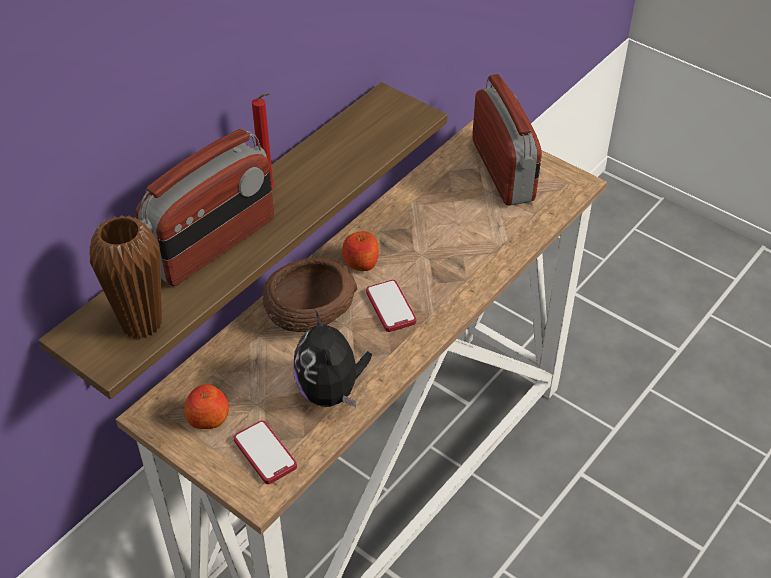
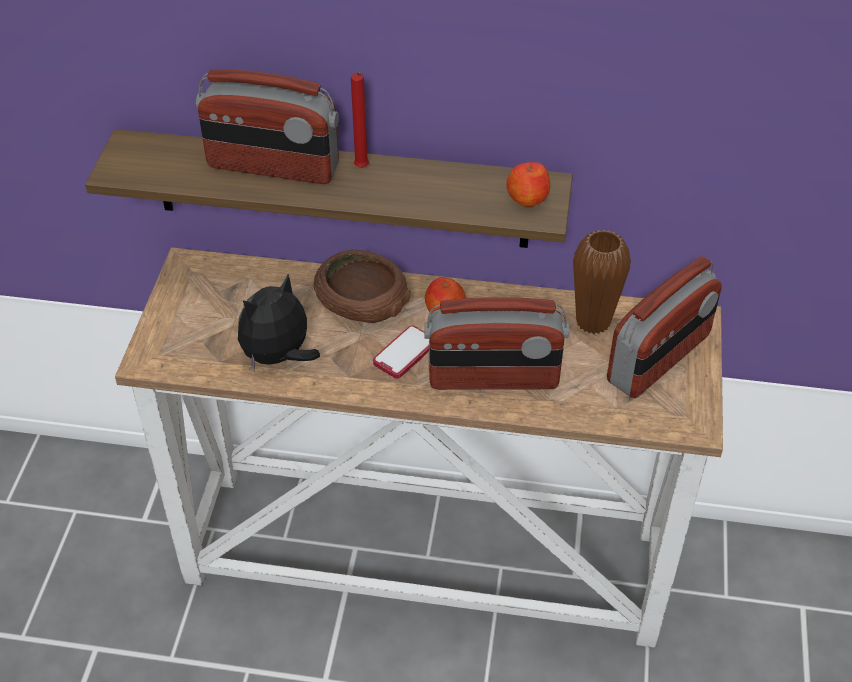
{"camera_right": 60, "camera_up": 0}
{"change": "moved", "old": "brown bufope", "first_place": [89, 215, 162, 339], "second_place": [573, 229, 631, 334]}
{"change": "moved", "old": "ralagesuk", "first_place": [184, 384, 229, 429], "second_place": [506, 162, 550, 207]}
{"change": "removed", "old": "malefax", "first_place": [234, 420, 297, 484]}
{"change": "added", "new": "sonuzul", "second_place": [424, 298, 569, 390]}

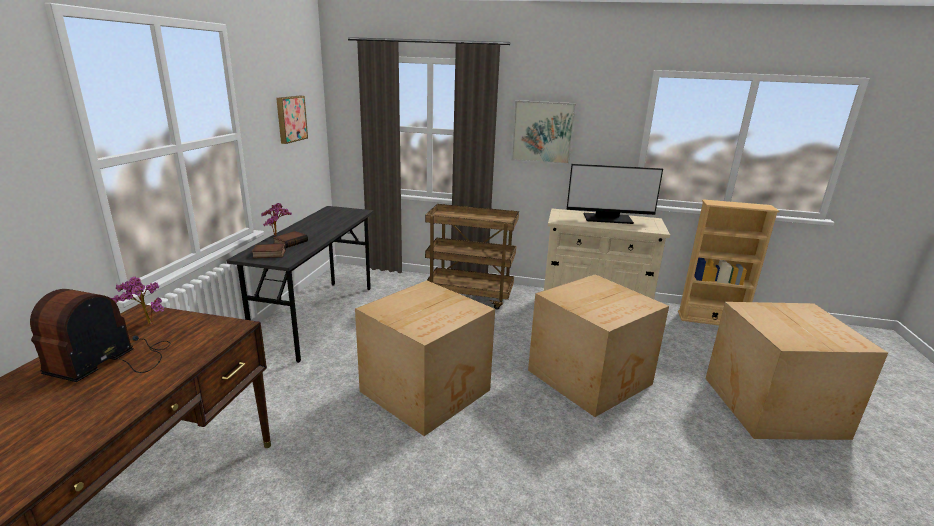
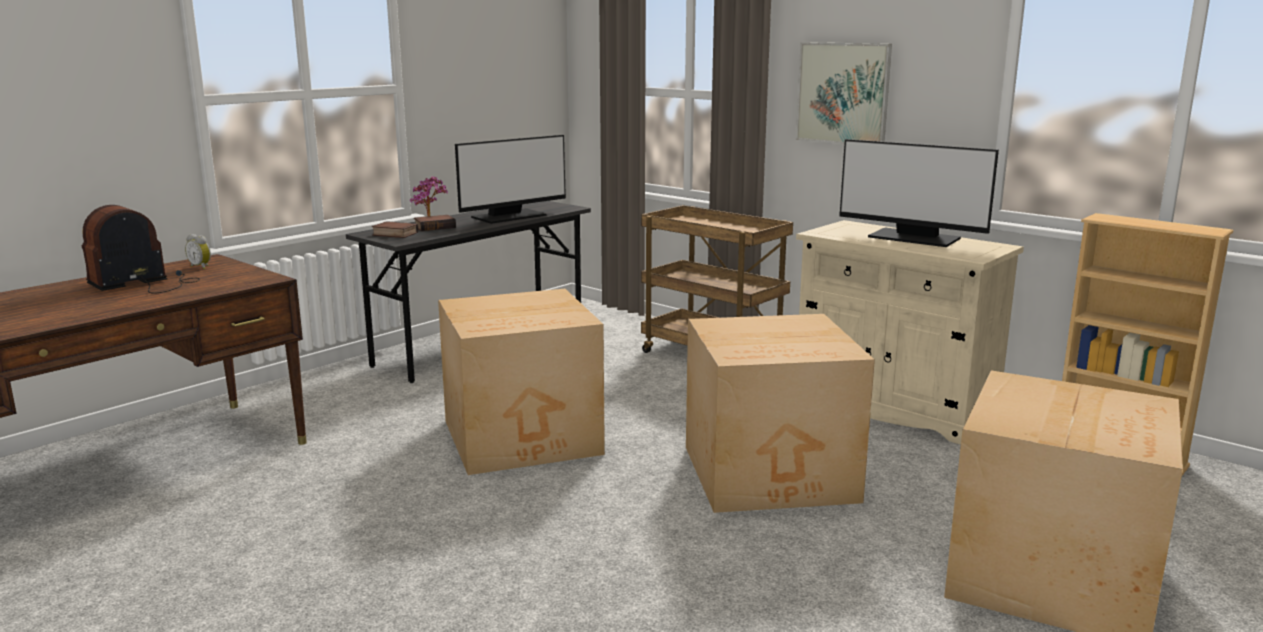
{"camera_right": 30, "camera_up": -5}
{"change": "replaced", "old": "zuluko", "new": "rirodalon", "first_place": [111, 277, 164, 324], "second_place": [185, 234, 211, 269]}
{"change": "removed", "old": "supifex", "first_place": [276, 96, 308, 144]}
{"change": "added", "new": "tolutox", "second_place": [455, 135, 566, 224]}

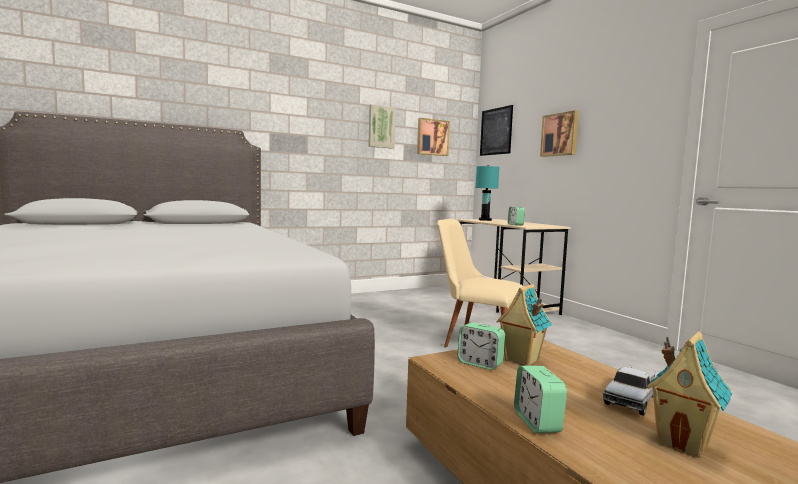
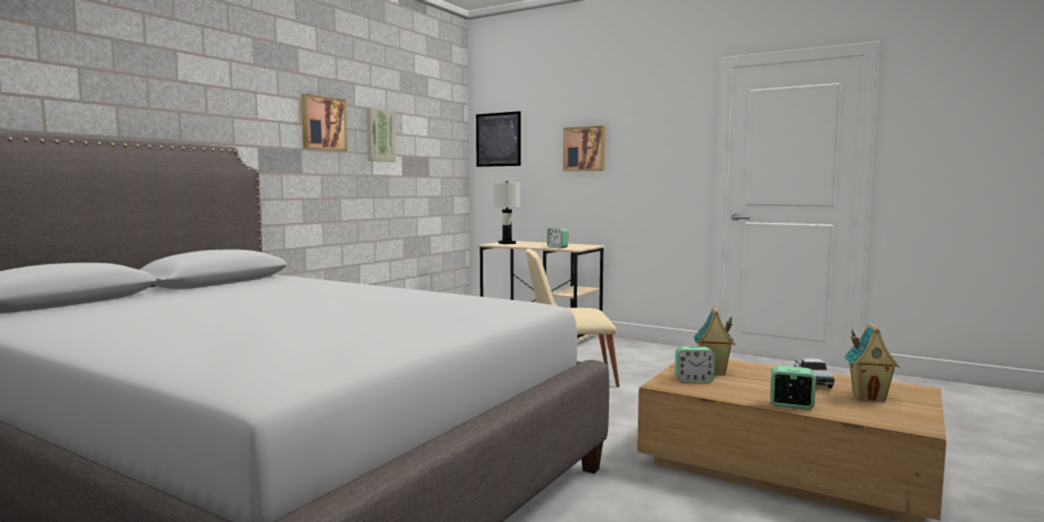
{"camera_right": -30, "camera_up": 0}
{"change": "moved", "old": "supifex", "first_place": [417, 118, 450, 156], "second_place": [301, 94, 348, 151]}
{"change": "recoloured", "old": "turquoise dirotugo", "new": "white dirotugo", "first_place": [475, 165, 499, 221], "second_place": [494, 181, 520, 244]}
{"change": "turned", "old": "rirodalon", "first_place": [514, 365, 567, 433], "second_place": [770, 366, 816, 410], "degrees": 150}

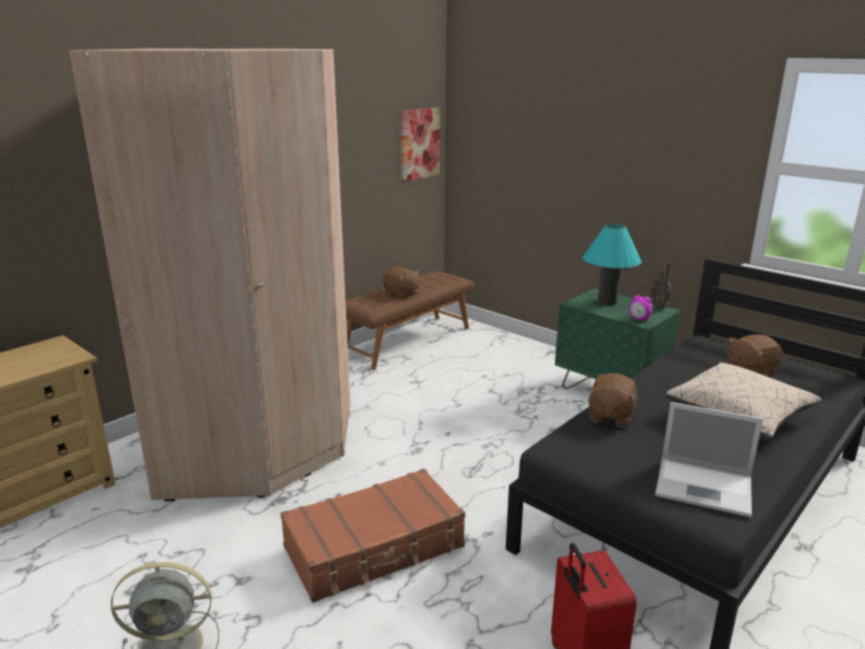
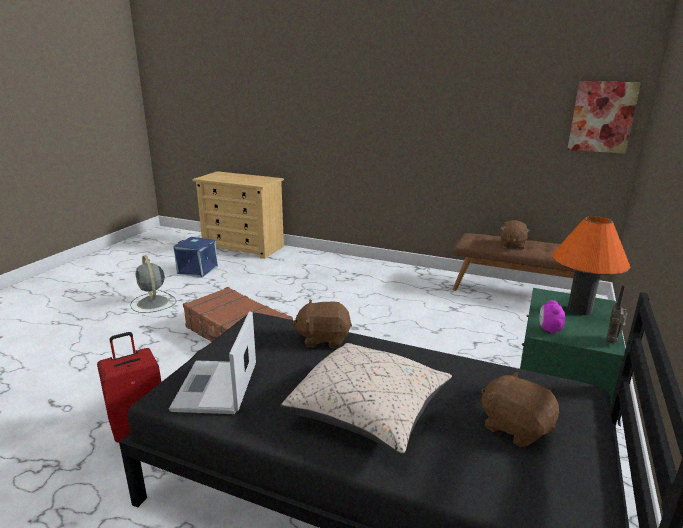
{"camera_right": 70, "camera_up": 0}
{"change": "removed", "old": "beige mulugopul", "first_place": [70, 49, 350, 501]}
{"change": "recoloured", "old": "turquoise dirotugo", "new": "orange dirotugo", "first_place": [583, 224, 642, 305], "second_place": [552, 216, 630, 315]}
{"change": "added", "new": "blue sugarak", "second_place": [173, 237, 218, 278]}

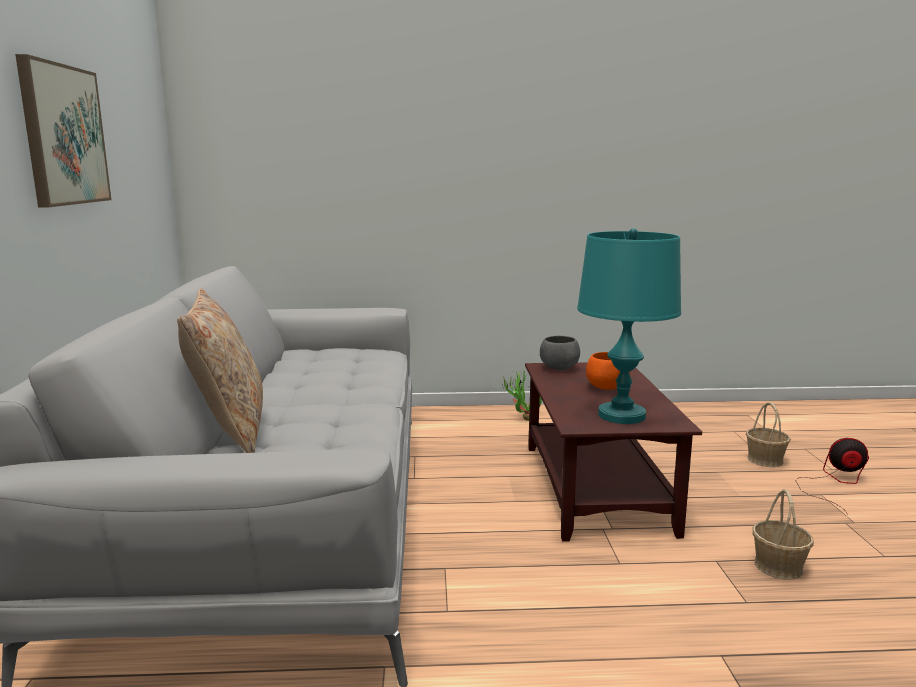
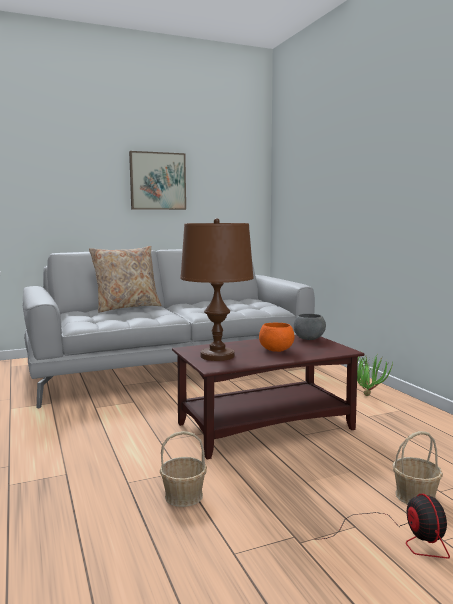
{"camera_right": 70, "camera_up": -5}
{"change": "recoloured", "old": "turquoise dirotugo", "new": "brown dirotugo", "first_place": [577, 228, 681, 424], "second_place": [180, 218, 254, 361]}

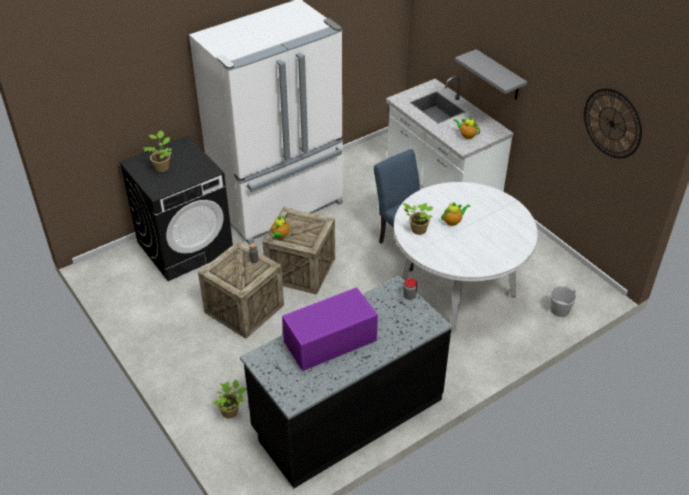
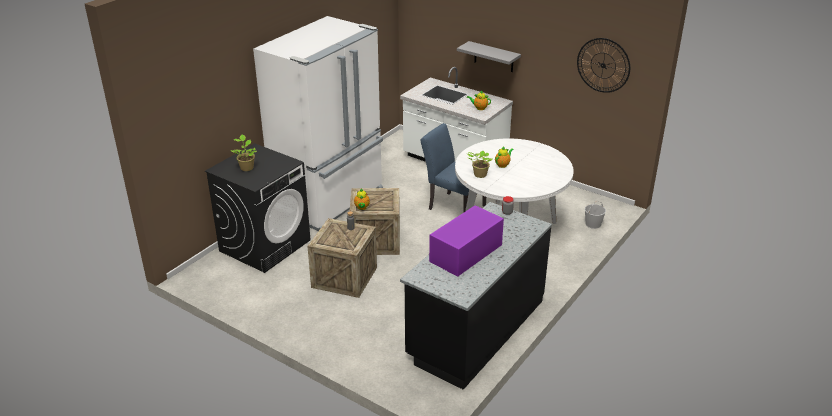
{"camera_right": -20, "camera_up": -10}
{"change": "removed", "old": "zuluko", "first_place": [212, 380, 246, 419]}

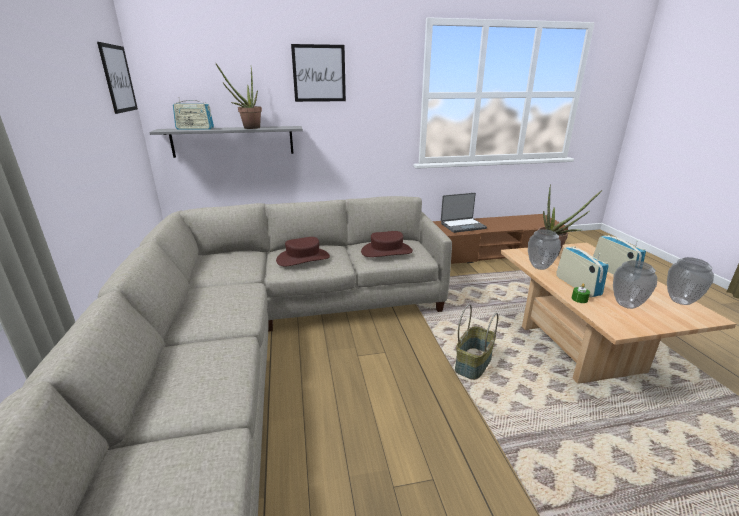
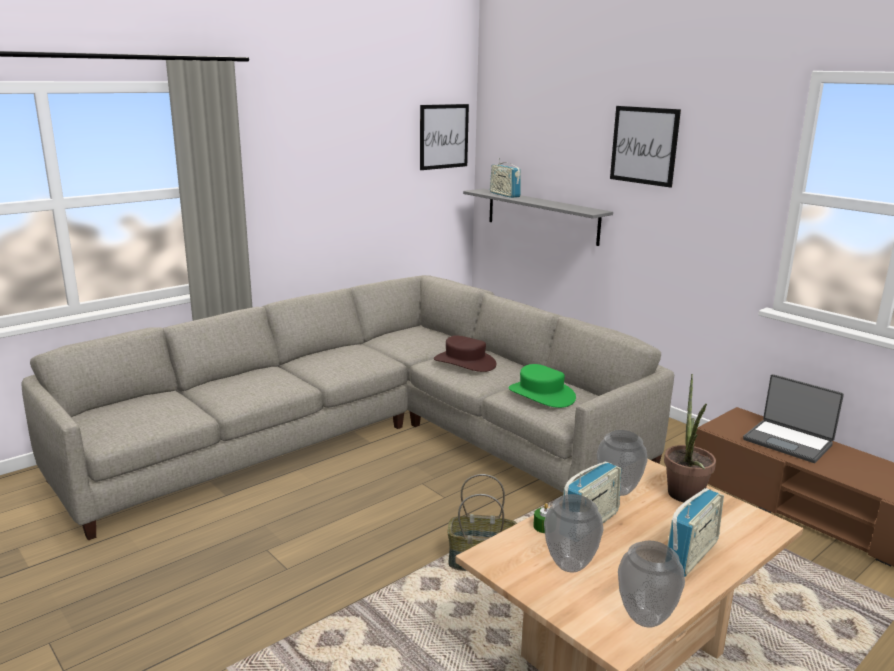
{"camera_right": 60, "camera_up": -5}
{"change": "removed", "old": "zuluko", "first_place": [215, 62, 262, 129]}
{"change": "recoloured", "old": "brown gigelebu", "new": "green gigelebu", "first_place": [361, 231, 413, 257], "second_place": [508, 364, 576, 408]}

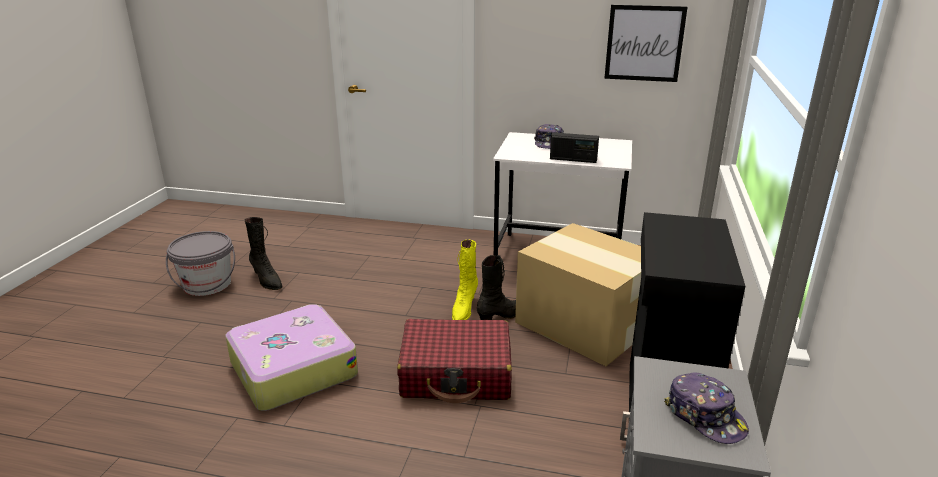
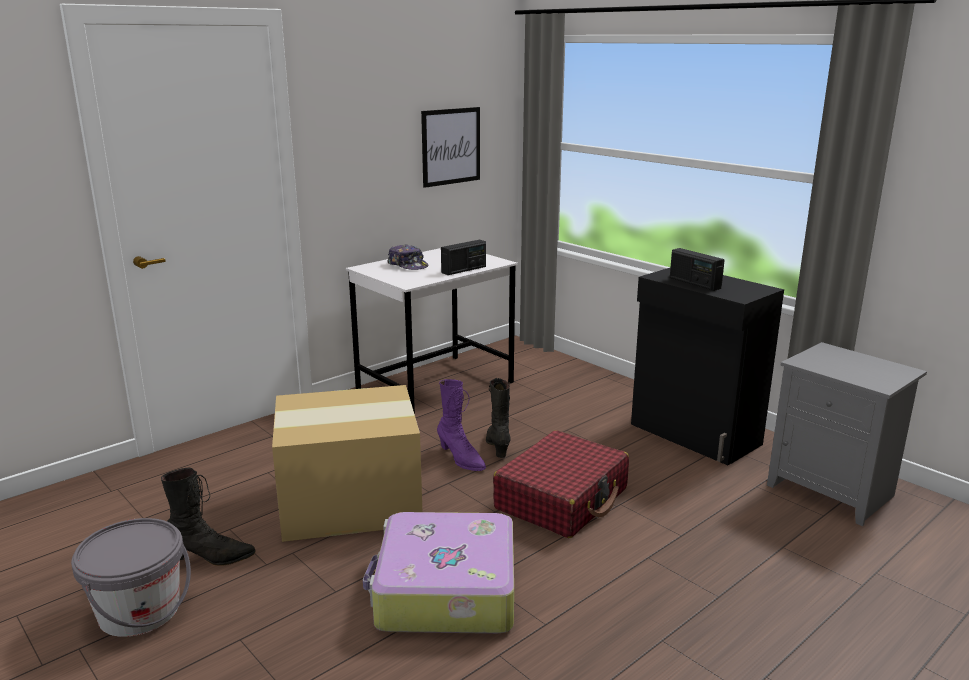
{"camera_right": -55, "camera_up": -5}
{"change": "recoloured", "old": "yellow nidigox", "new": "purple nidigox", "first_place": [452, 240, 478, 320], "second_place": [437, 379, 486, 471]}
{"change": "moved", "old": "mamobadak", "first_place": [515, 223, 641, 366], "second_place": [272, 385, 422, 542]}
{"change": "removed", "old": "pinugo", "first_place": [664, 372, 749, 444]}
{"change": "added", "new": "sonuzul", "second_place": [670, 248, 725, 291]}

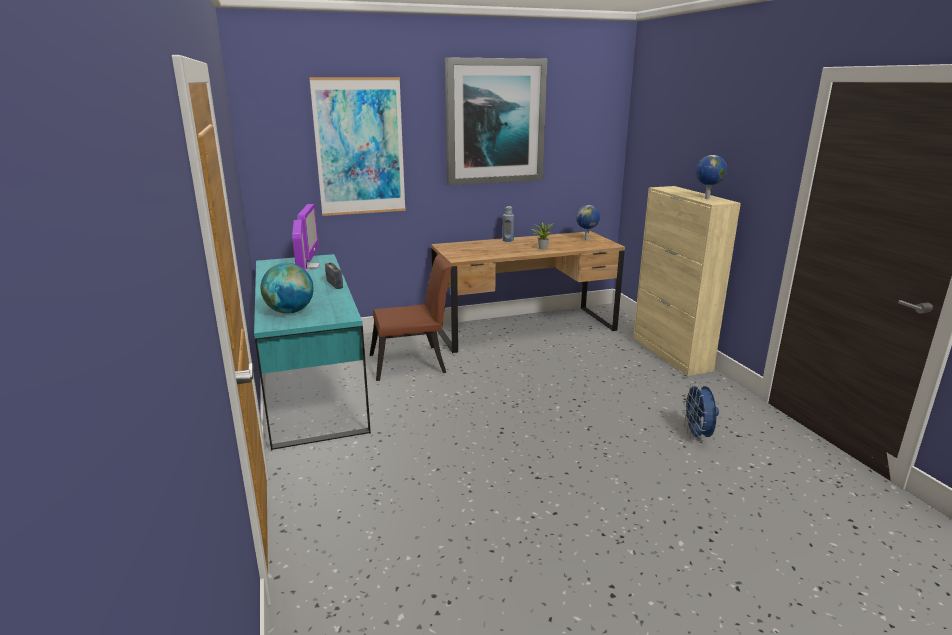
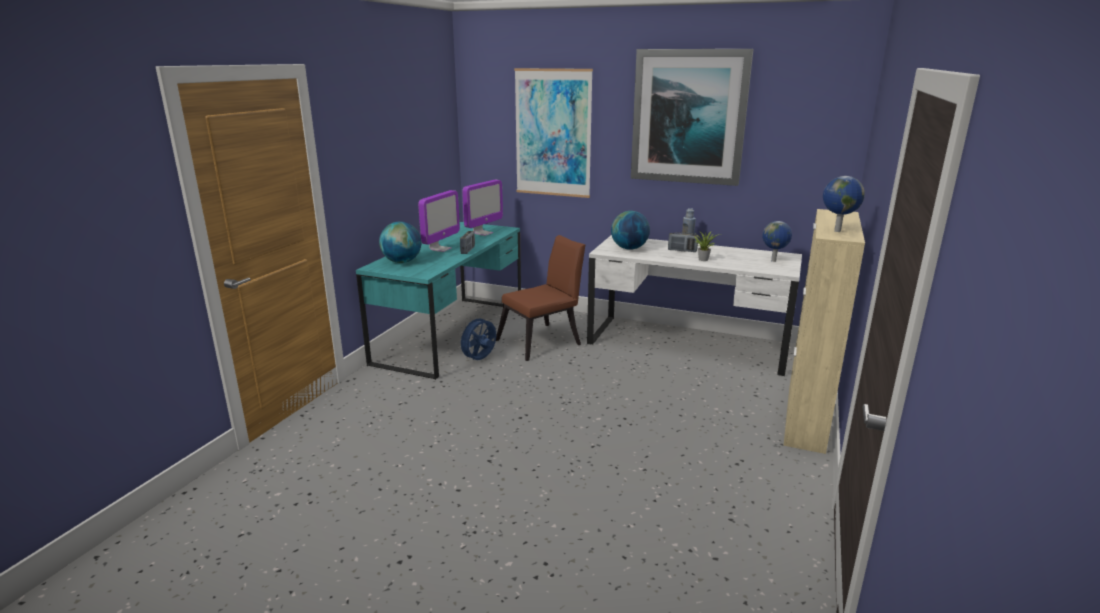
{"camera_right": 40, "camera_up": 0}
{"change": "turned", "old": "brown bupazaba", "first_place": [370, 254, 452, 381], "second_place": [496, 235, 585, 361], "degrees": -60}
{"change": "recoloured", "old": "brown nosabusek", "new": "white nosabusek", "first_place": [431, 231, 625, 353], "second_place": [587, 235, 802, 376]}
{"change": "moved", "old": "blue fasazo", "first_place": [682, 382, 719, 441], "second_place": [457, 315, 496, 360]}
{"change": "added", "new": "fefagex", "second_place": [611, 211, 650, 250]}
{"change": "added", "new": "sonuzul", "second_place": [668, 232, 698, 252]}

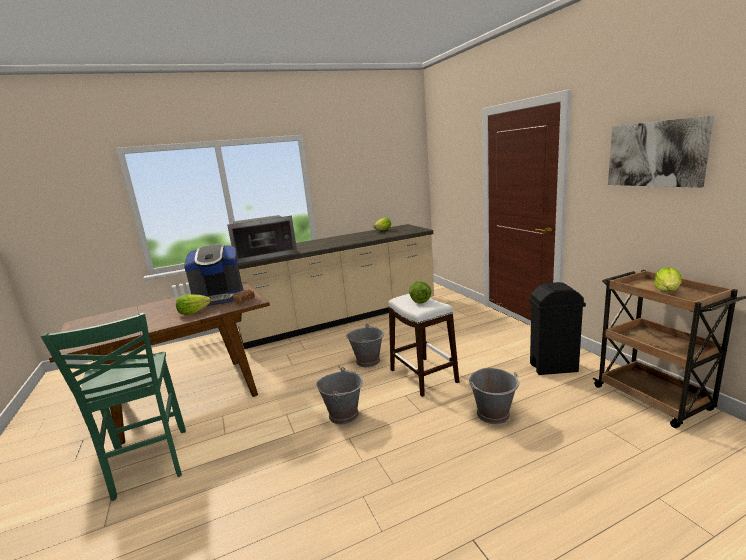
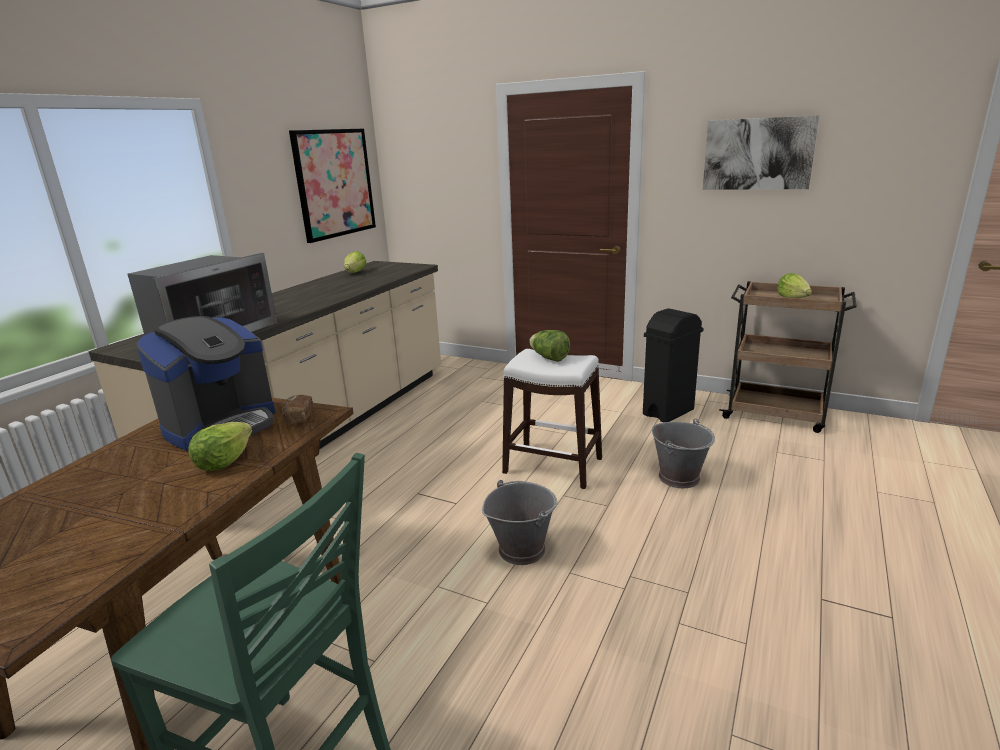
{"camera_right": -40, "camera_up": 5}
{"change": "removed", "old": "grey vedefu", "first_place": [346, 324, 384, 367]}
{"change": "added", "new": "supifex", "second_place": [289, 129, 376, 243]}

